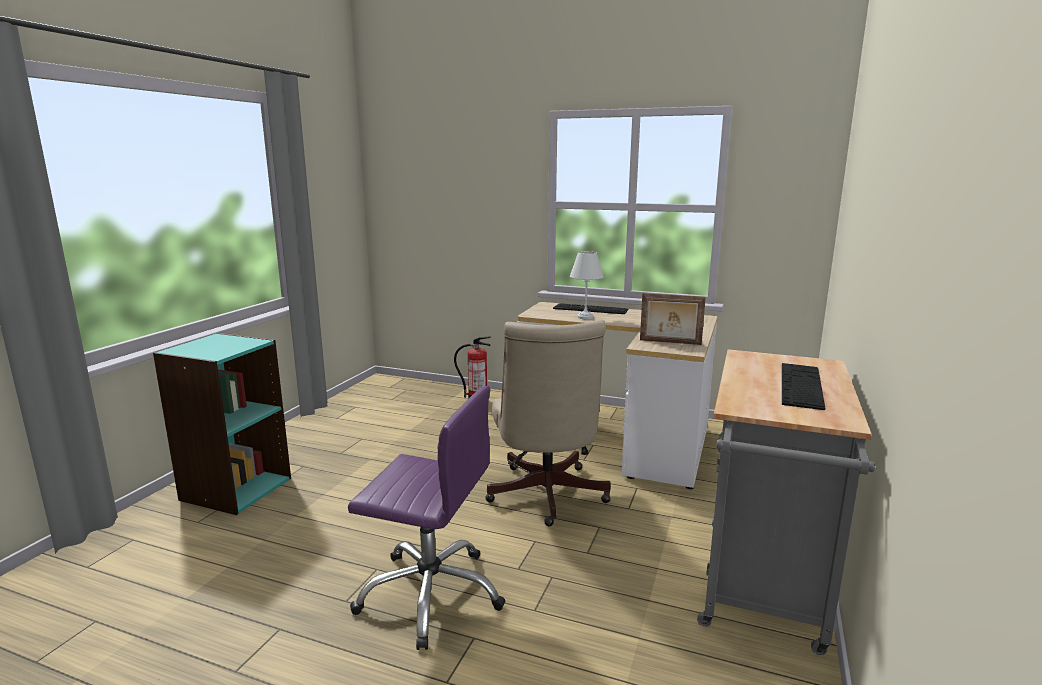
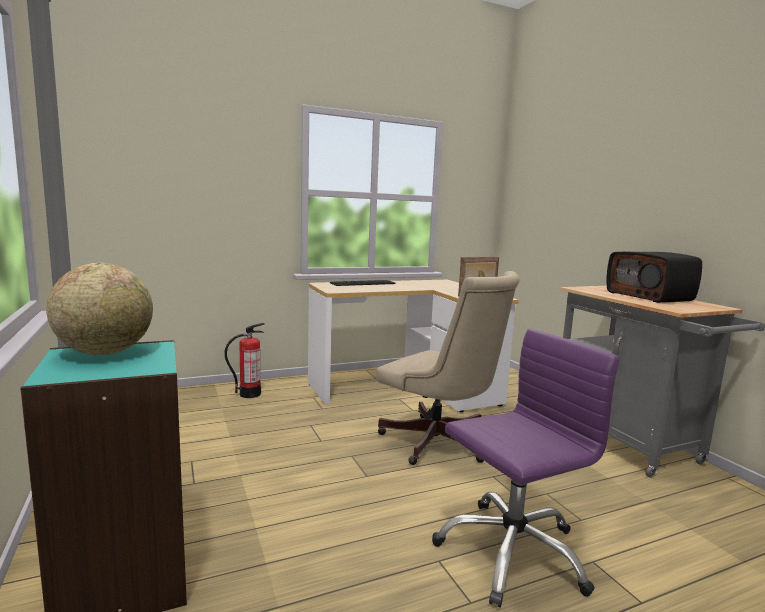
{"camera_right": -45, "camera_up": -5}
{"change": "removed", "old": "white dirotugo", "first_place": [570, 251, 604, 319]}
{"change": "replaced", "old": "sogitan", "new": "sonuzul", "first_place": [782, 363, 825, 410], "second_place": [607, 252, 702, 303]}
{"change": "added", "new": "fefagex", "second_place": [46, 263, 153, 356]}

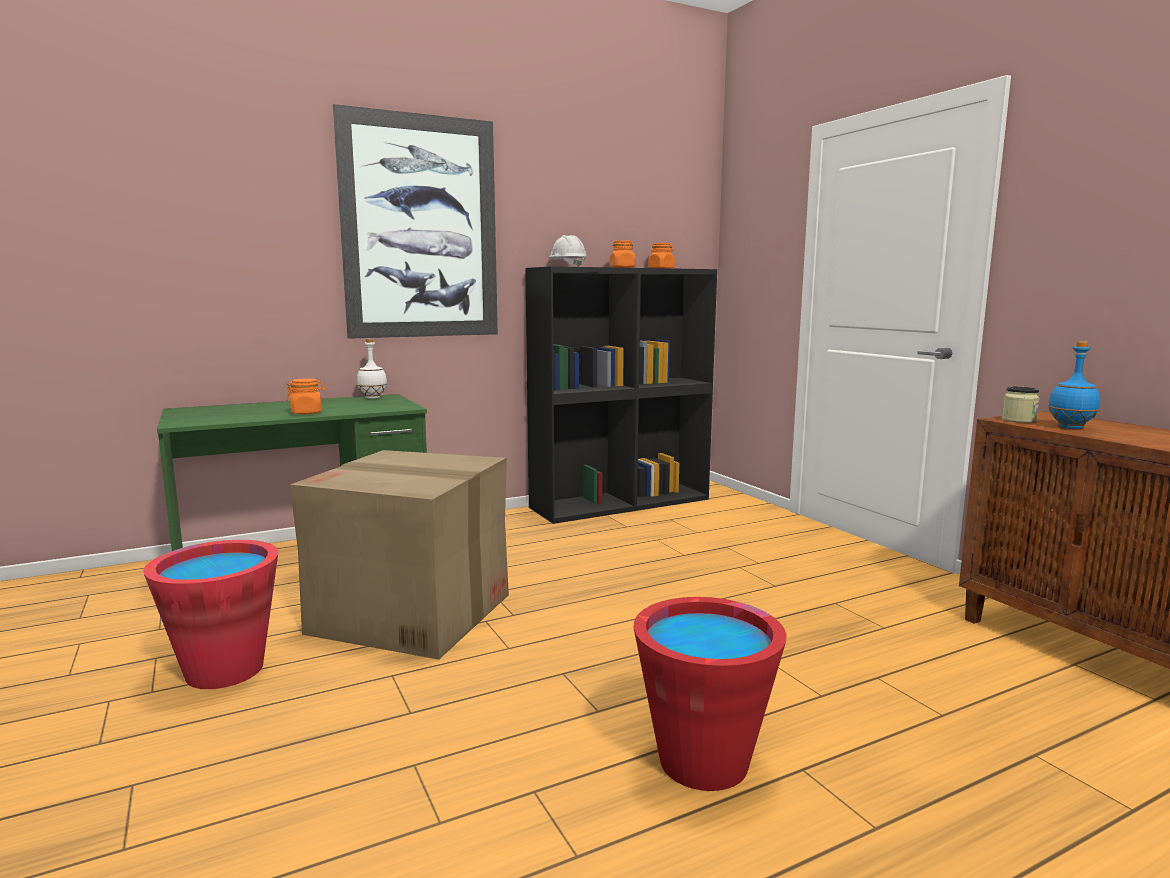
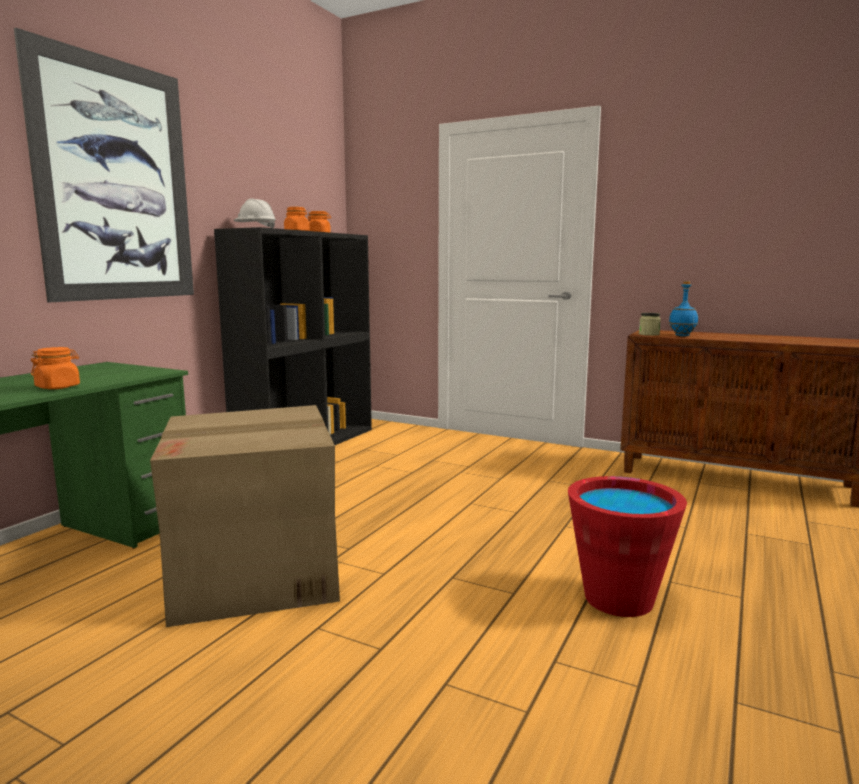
{"camera_right": -35, "camera_up": 0}
{"change": "removed", "old": "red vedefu", "first_place": [143, 540, 278, 689]}
{"change": "removed", "old": "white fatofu", "first_place": [357, 339, 387, 399]}

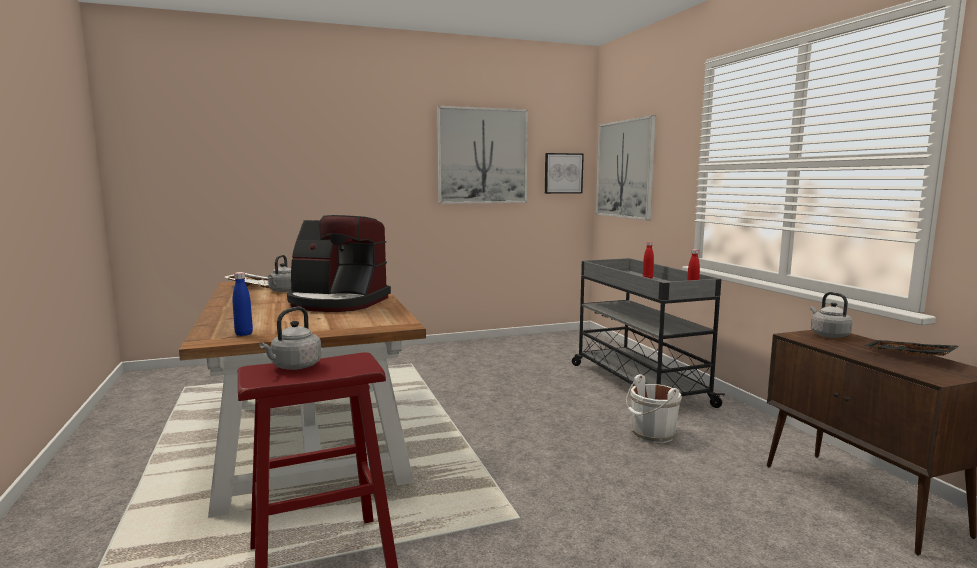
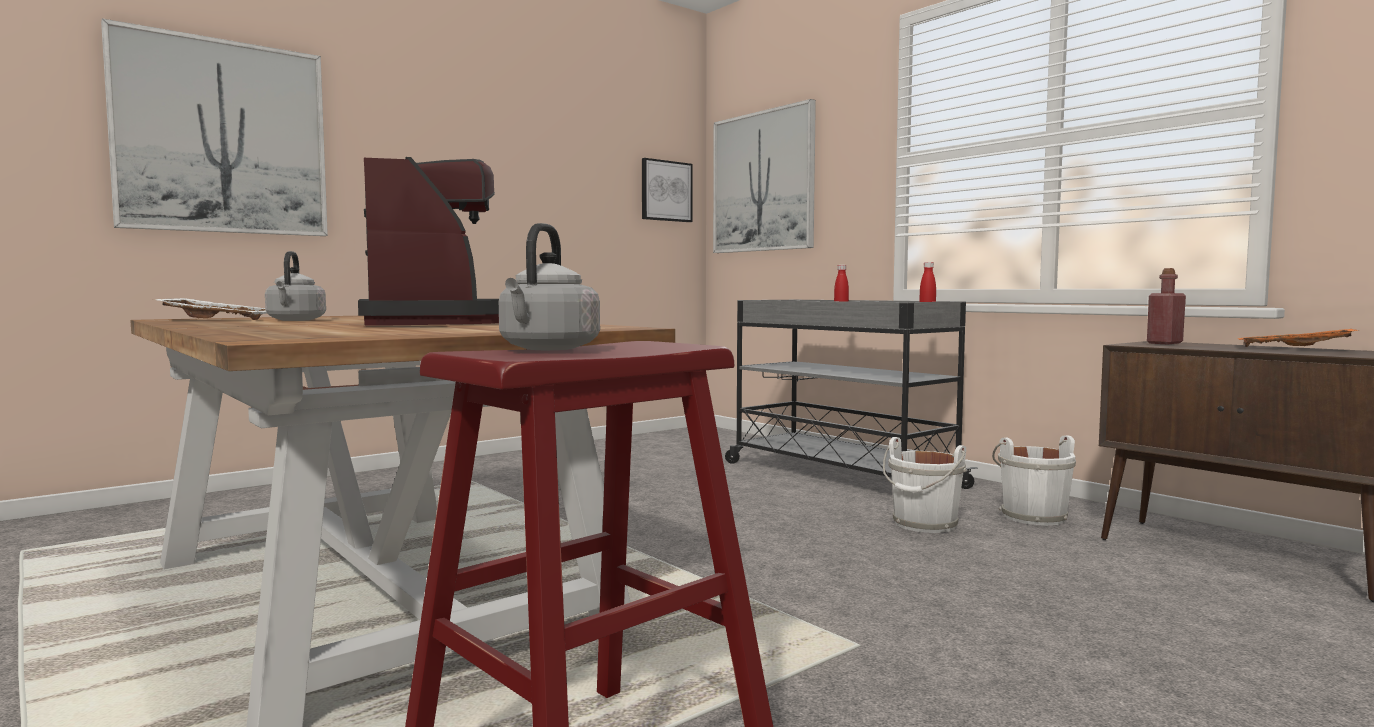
{"camera_right": -20, "camera_up": -5}
{"change": "removed", "old": "blue fatofu", "first_place": [233, 272, 253, 336]}
{"change": "turned", "old": "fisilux", "first_place": [287, 215, 391, 312], "second_place": [358, 157, 499, 326], "degrees": -105}
{"change": "moved", "old": "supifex", "first_place": [437, 106, 528, 204], "second_place": [101, 18, 328, 236]}
{"change": "replaced", "old": "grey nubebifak", "new": "red fatofu", "first_place": [810, 292, 853, 338], "second_place": [1147, 268, 1186, 344]}
{"change": "recoloured", "old": "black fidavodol", "new": "orange fidavodol", "first_place": [863, 340, 959, 356], "second_place": [1238, 329, 1358, 347]}
{"change": "added", "new": "white vedefu", "second_place": [992, 435, 1076, 526]}

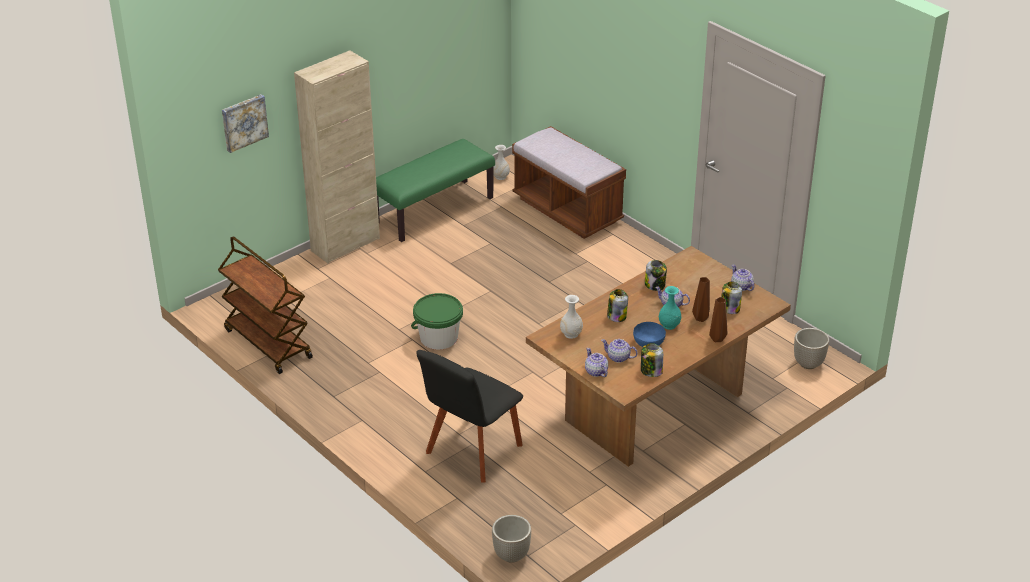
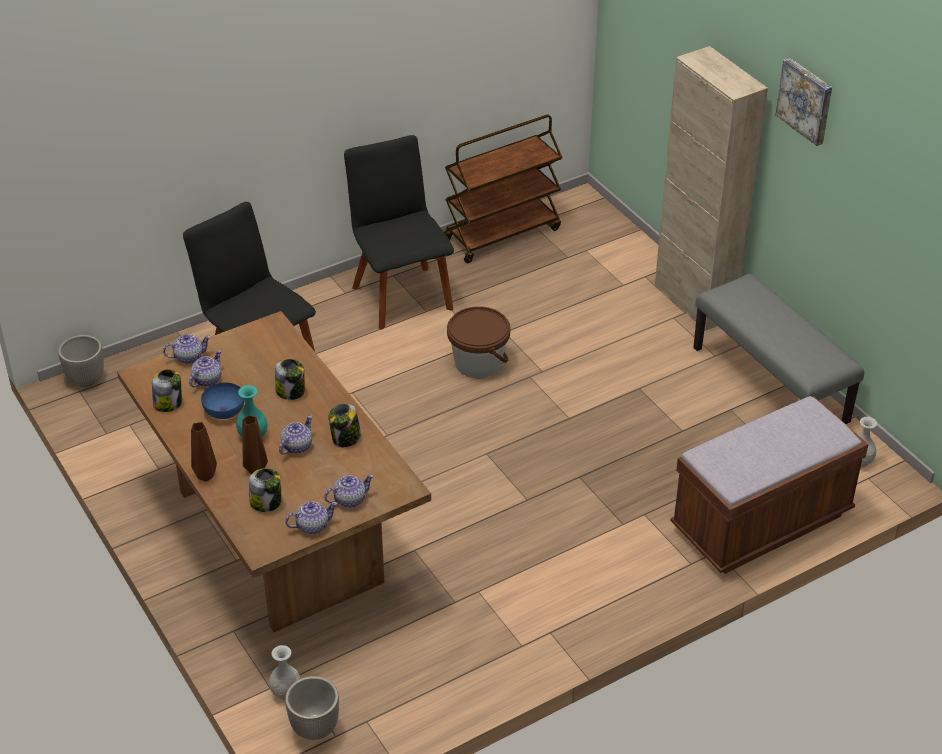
{"camera_right": 100, "camera_up": 5}
{"change": "moved", "old": "supifex", "first_place": [222, 94, 269, 153], "second_place": [775, 58, 832, 146]}
{"change": "recoloured", "old": "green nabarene", "new": "grey nabarene", "first_place": [376, 139, 495, 242], "second_place": [693, 273, 864, 424]}
{"change": "recoloured", "old": "green vedefu", "new": "brown vedefu", "first_place": [411, 293, 463, 350], "second_place": [447, 306, 510, 378]}
{"change": "moved", "old": "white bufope", "first_place": [560, 295, 583, 339], "second_place": [269, 645, 301, 700]}
{"change": "added", "new": "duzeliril", "second_place": [324, 474, 374, 508]}
{"change": "added", "new": "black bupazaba", "second_place": [344, 135, 454, 330]}

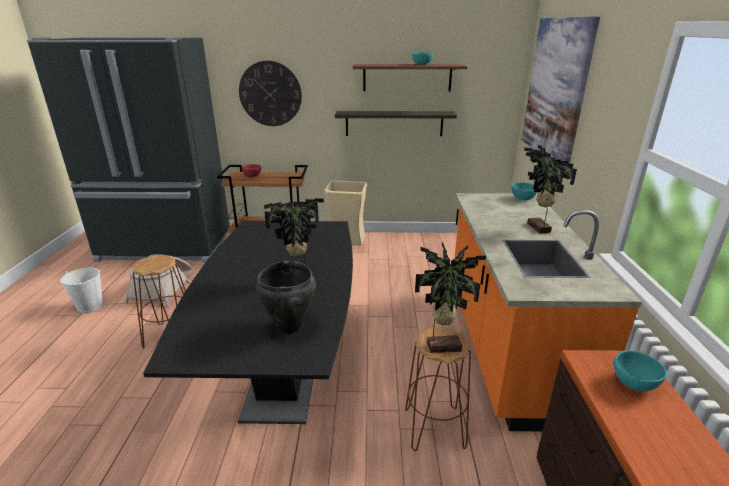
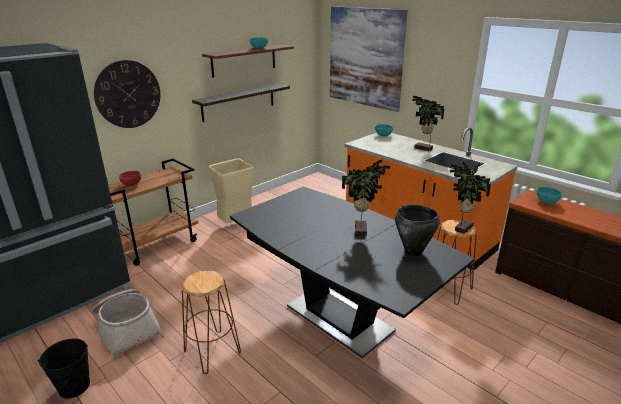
{"camera_right": -45, "camera_up": 0}
{"change": "recoloured", "old": "white vedefu", "new": "black vedefu", "first_place": [60, 268, 103, 313], "second_place": [38, 338, 90, 399]}

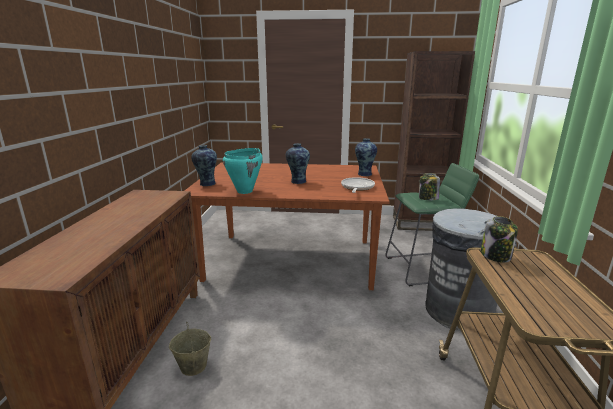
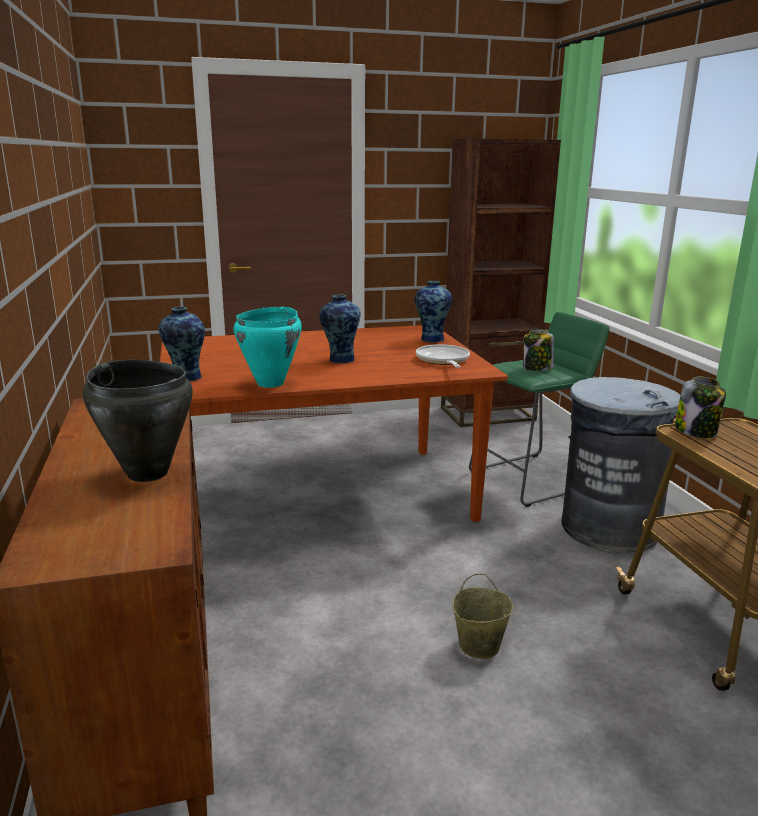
{"camera_right": -20, "camera_up": 0}
{"change": "moved", "old": "beige vedefu", "first_place": [169, 321, 211, 376], "second_place": [452, 574, 513, 659]}
{"change": "added", "new": "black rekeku", "second_place": [83, 360, 193, 482]}

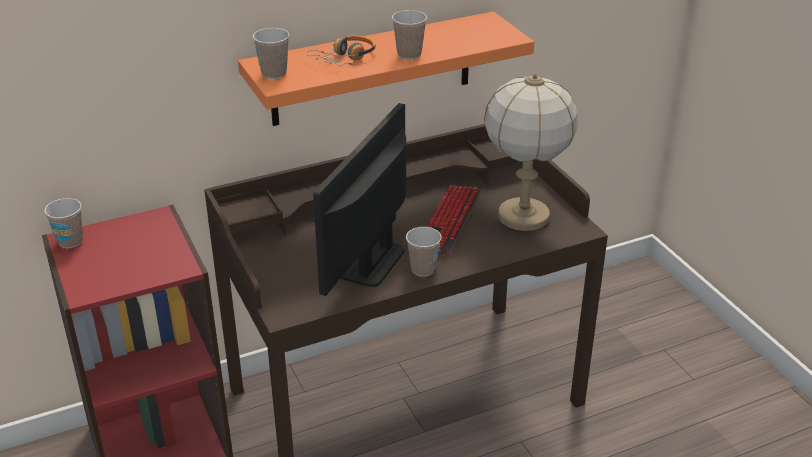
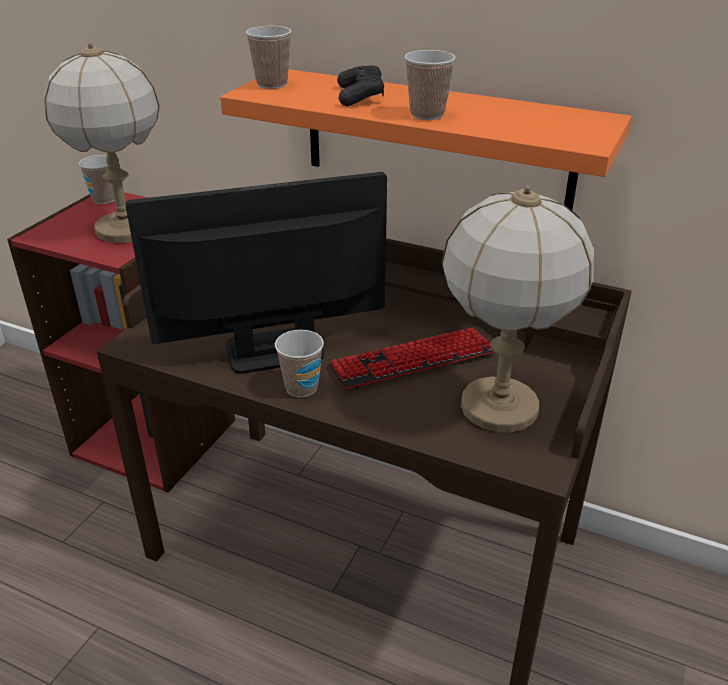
{"camera_right": 50, "camera_up": 0}
{"change": "replaced", "old": "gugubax", "new": "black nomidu", "first_place": [306, 35, 376, 66], "second_place": [337, 65, 384, 106]}
{"change": "added", "new": "dirotugo", "second_place": [43, 42, 160, 243]}

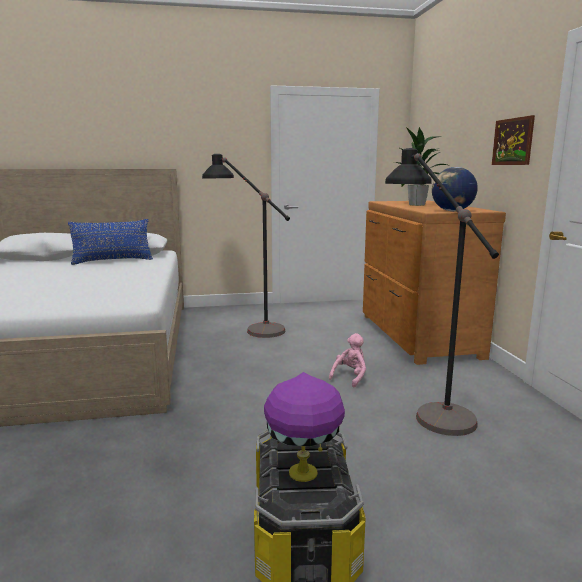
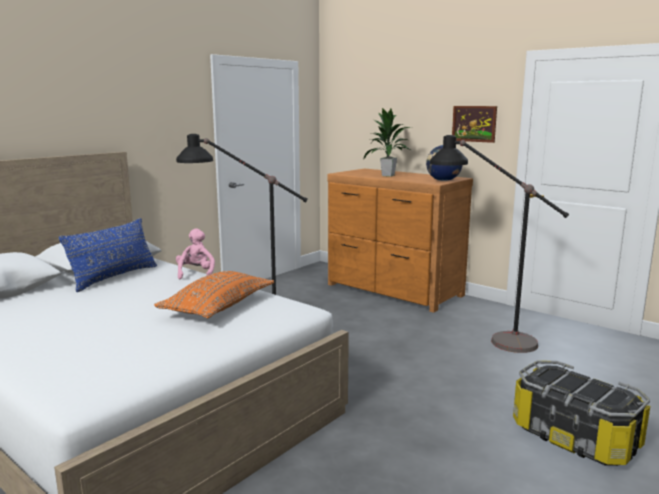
{"camera_right": -40, "camera_up": 0}
{"change": "removed", "old": "purple dirotugo", "first_place": [264, 372, 345, 482]}
{"change": "moved", "old": "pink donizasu", "first_place": [329, 333, 366, 387], "second_place": [176, 228, 215, 279]}
{"change": "added", "new": "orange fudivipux", "second_place": [154, 271, 274, 319]}

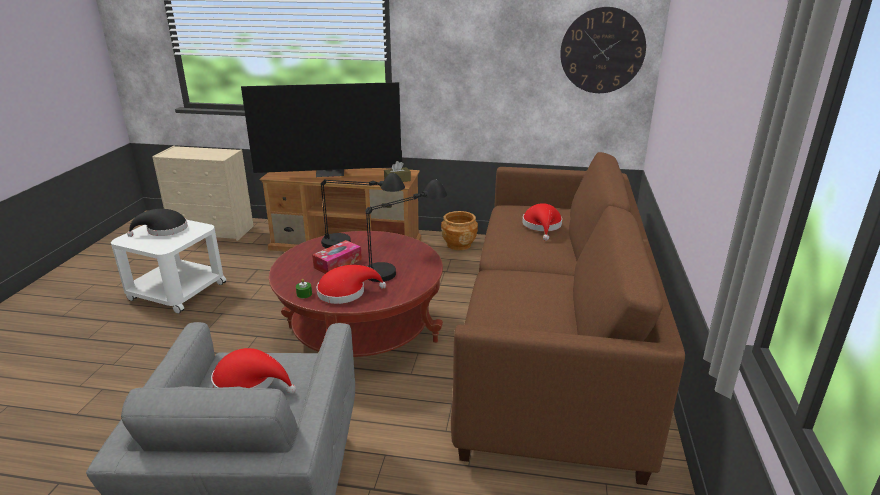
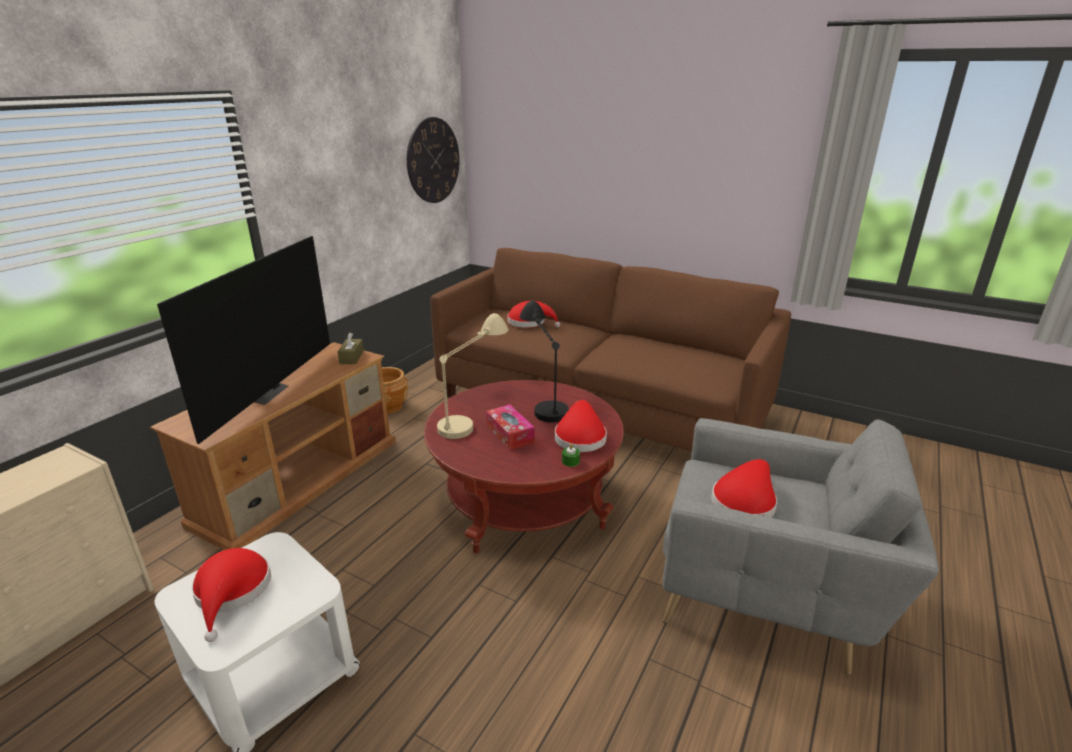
{"camera_right": -70, "camera_up": 0}
{"change": "recoloured", "old": "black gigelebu", "new": "red gigelebu", "first_place": [127, 209, 188, 237], "second_place": [191, 548, 271, 642]}
{"change": "recoloured", "old": "black dirotugo", "new": "beige dirotugo", "first_place": [320, 173, 405, 248], "second_place": [437, 313, 508, 439]}

